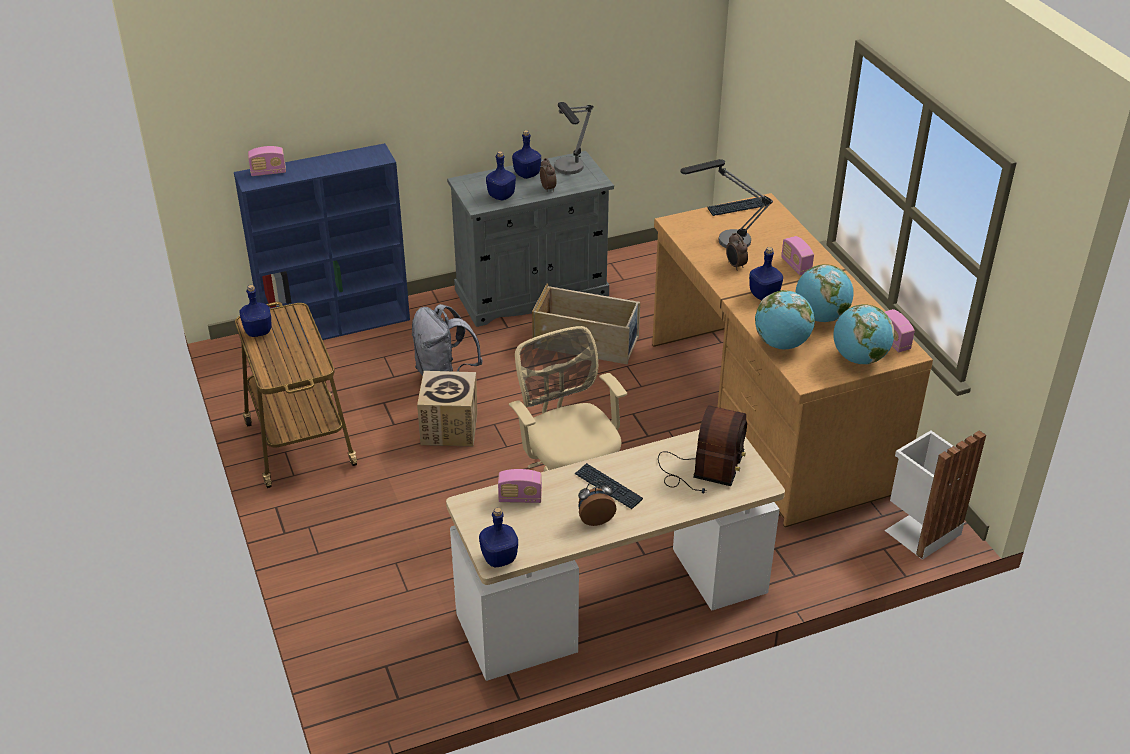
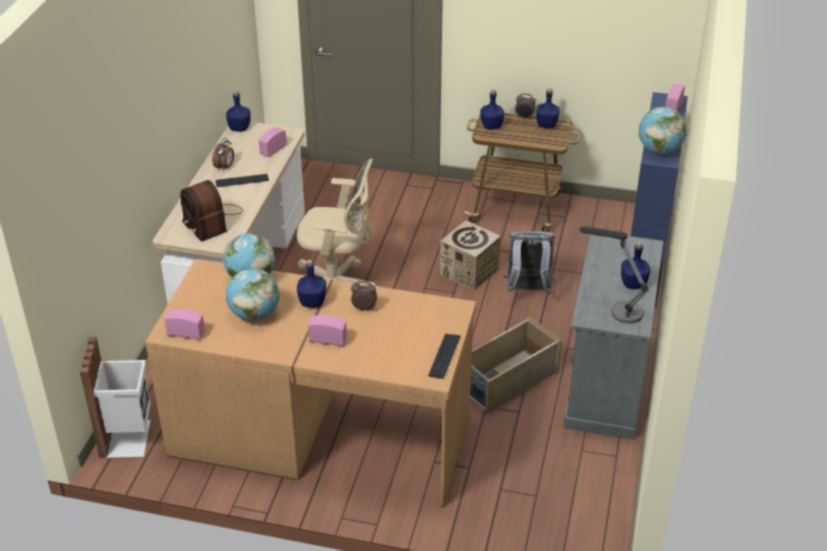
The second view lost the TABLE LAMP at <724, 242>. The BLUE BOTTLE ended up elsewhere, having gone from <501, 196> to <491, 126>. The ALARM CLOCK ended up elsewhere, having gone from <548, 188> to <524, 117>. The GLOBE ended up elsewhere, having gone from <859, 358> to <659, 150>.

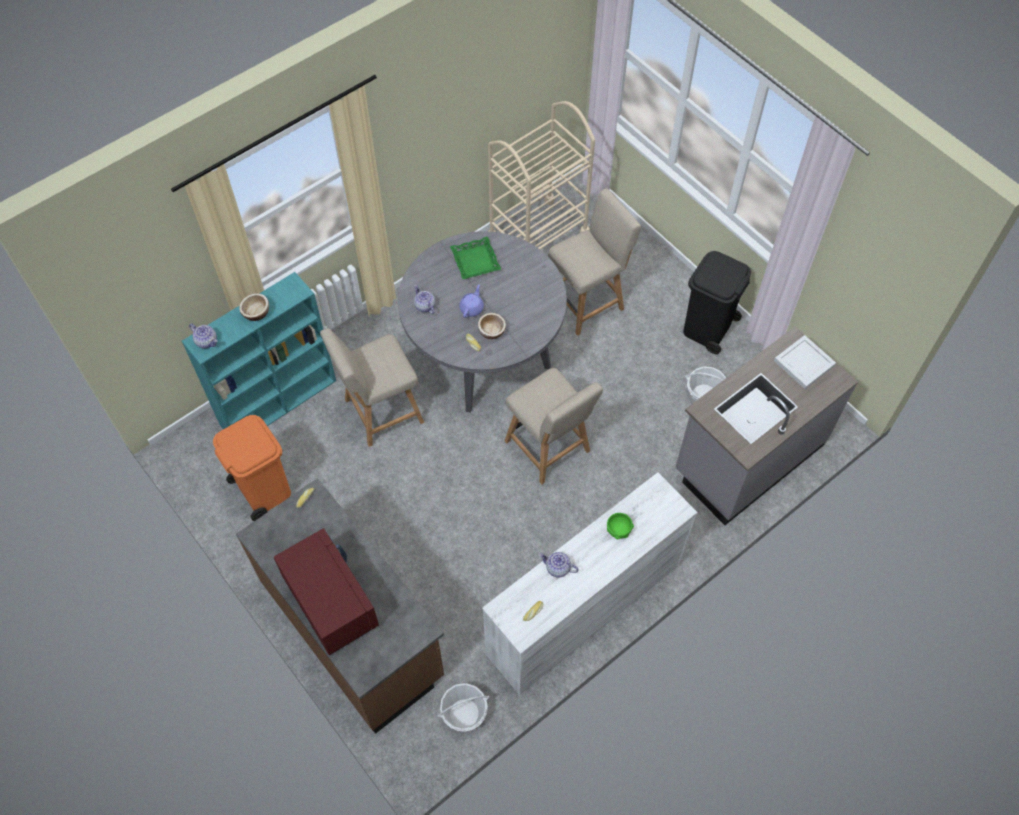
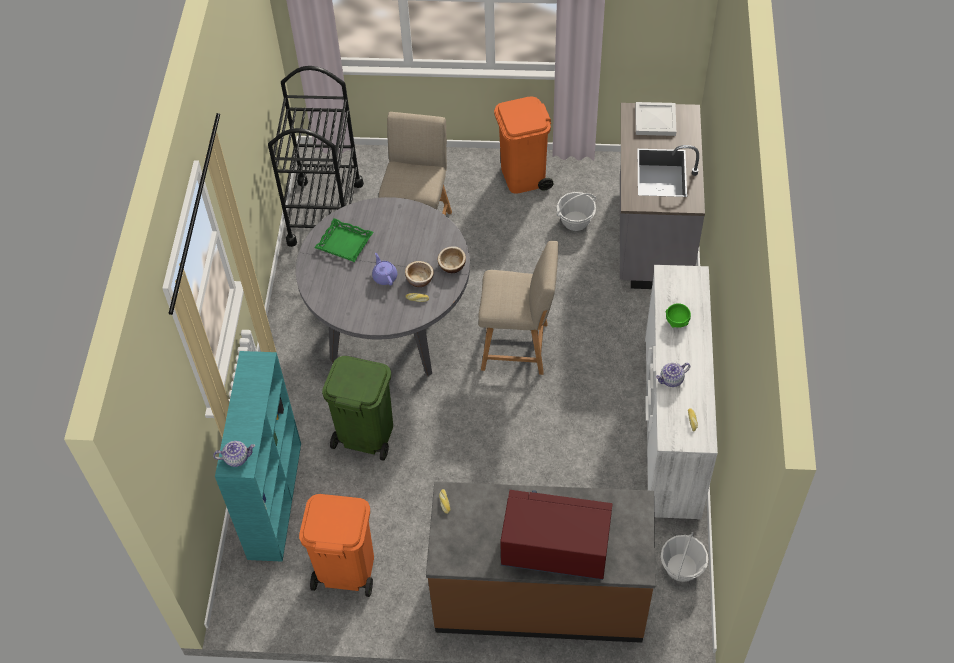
The second view lost the TEAPOT at <424, 306>. The BOWL ended up elsewhere, having gone from <256, 312> to <452, 265>. Where the BEIGE CHAIR stood at <380, 412>, the GREEN TRASH CAN came to stand at <365, 434>. What was the BEIGE CART at <538, 236> turned into the BLACK CART at <325, 213>. What was the BLACK TRASH CAN at <707, 328> turned into the ORANGE TRASH CAN at <523, 176>.

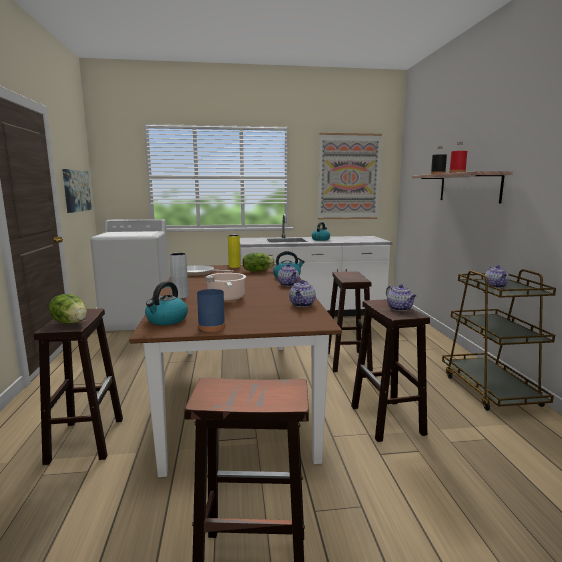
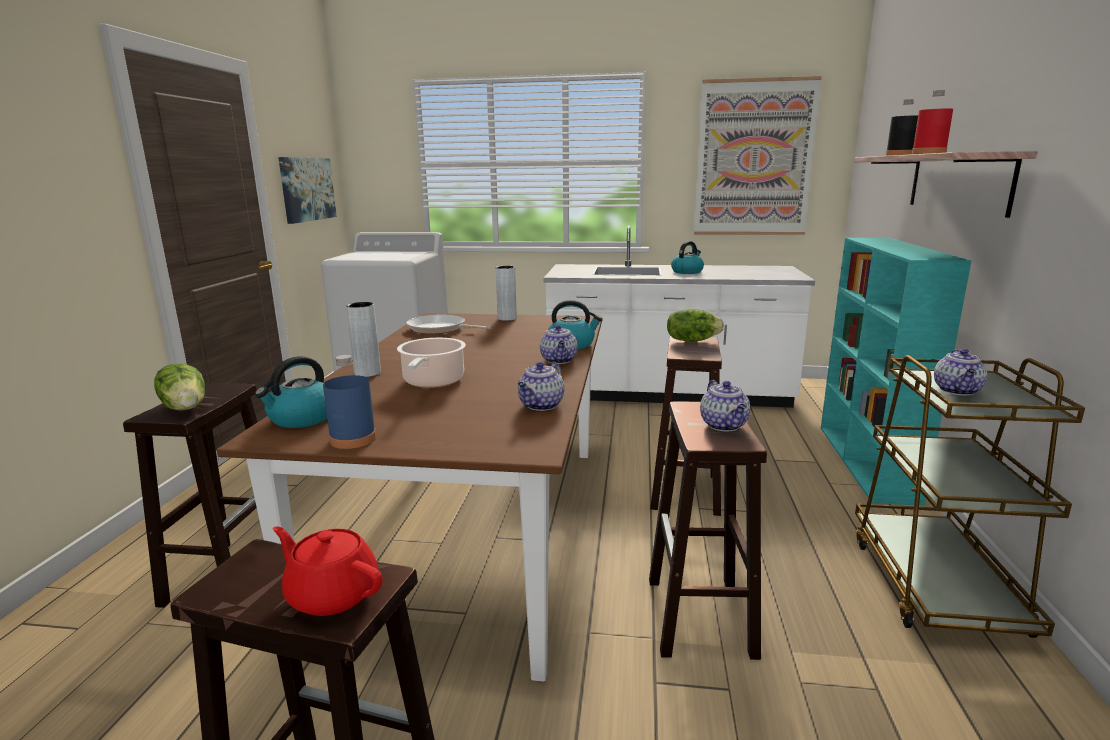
The second view gained the RED TEAPOT at <332, 594>. The second view gained the TURQUOISE BOOKCASE at <866, 463>. The LETTUCE ended up elsewhere, having gone from <257, 271> to <692, 340>. What was the YELLOW VASE at <234, 266> turned into the GREY VASE at <507, 318>.

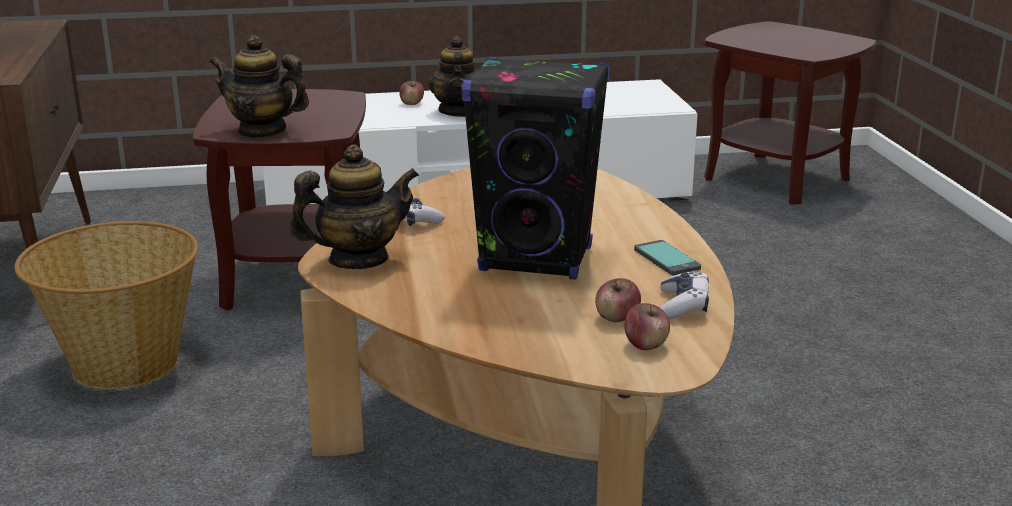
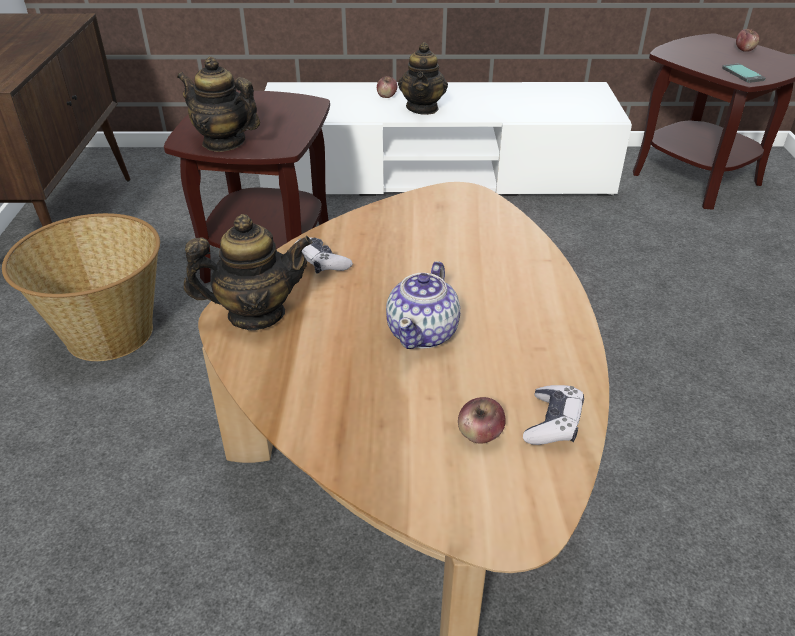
The APPLE ended up elsewhere, having gone from <646, 345> to <744, 50>. The PHONE ended up elsewhere, having gone from <667, 259> to <743, 74>. Where the BLACK SPEAKER stood at <537, 260>, the TEAPOT came to stand at <423, 332>.

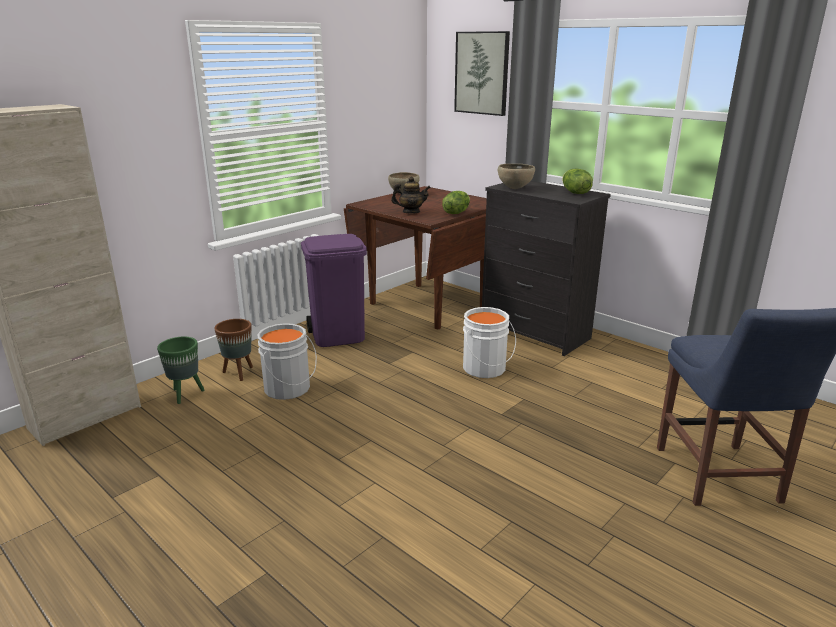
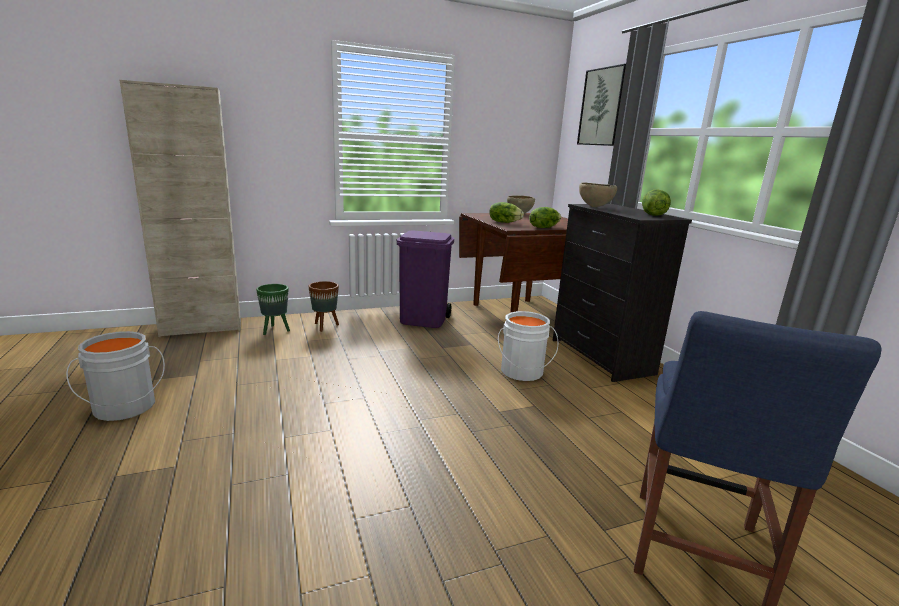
The GREY BUCKET ended up elsewhere, having gone from <289, 389> to <125, 408>. Where the TEAPOT stood at <411, 212>, the LETTUCE came to stand at <504, 222>.

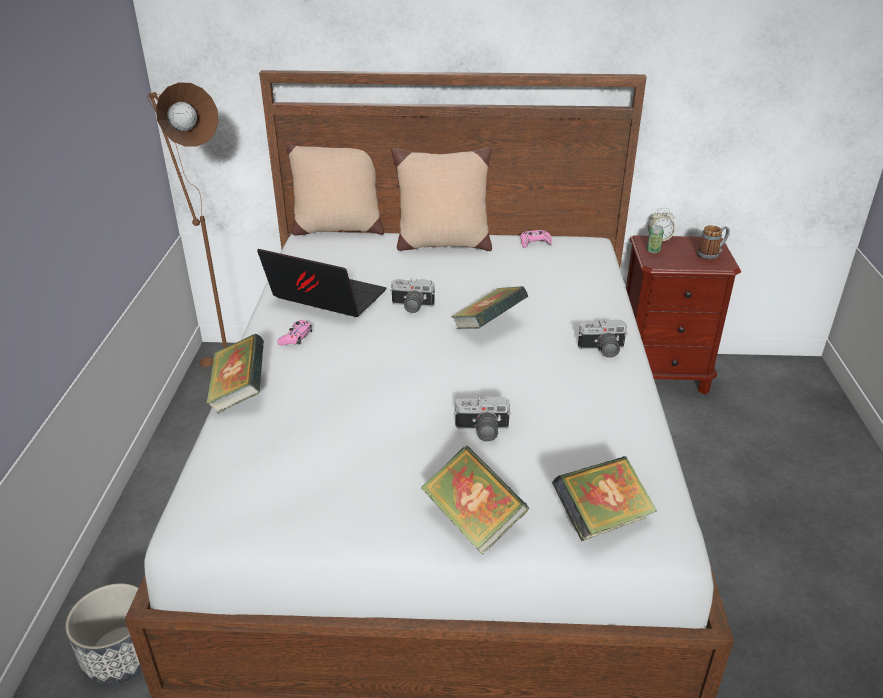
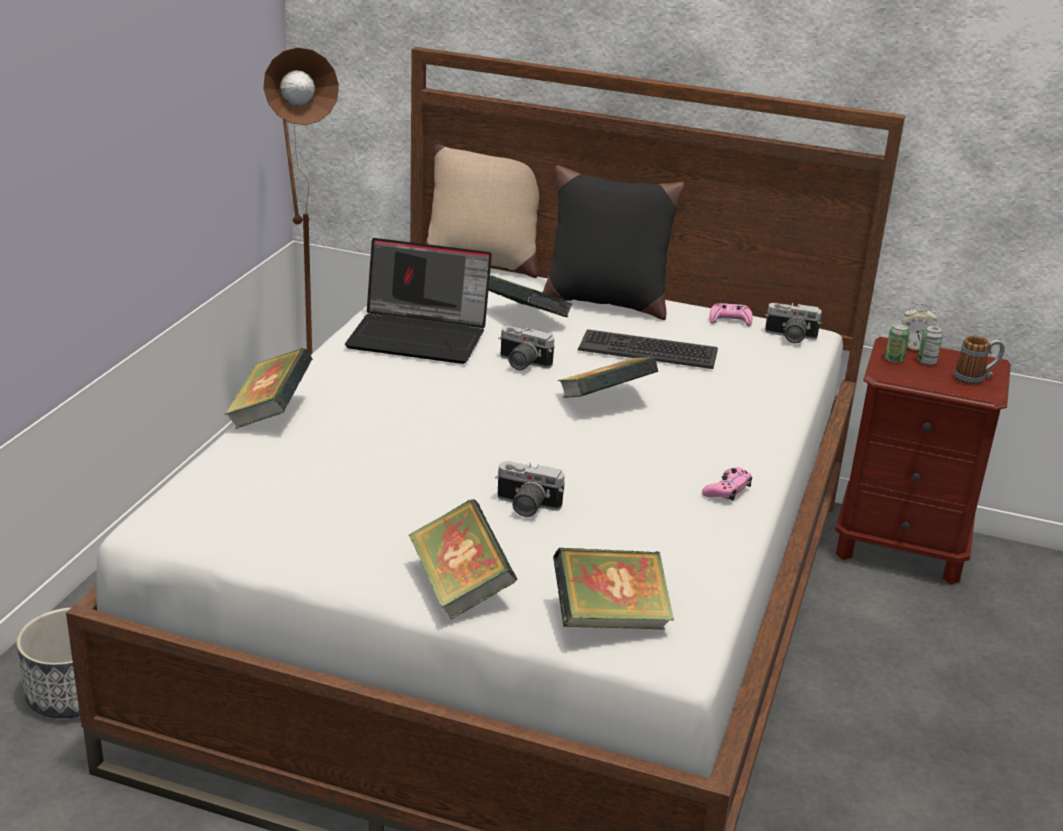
The second view gained the BOOK at <527, 319>. The second view gained the KEYBOARD at <648, 350>. The second view gained the CAN at <926, 362>. The PINK GAME CONTROLLER ended up elsewhere, having gone from <296, 337> to <727, 490>. The PHOTO CAMERA ended up elsewhere, having gone from <602, 350> to <790, 338>. What was the BEIGE PILLOW at <442, 244> turned into the BLACK PILLOW at <605, 301>. The LAPTOP at <324, 299> ended up facing another way, 150 degrees clockwise from before.

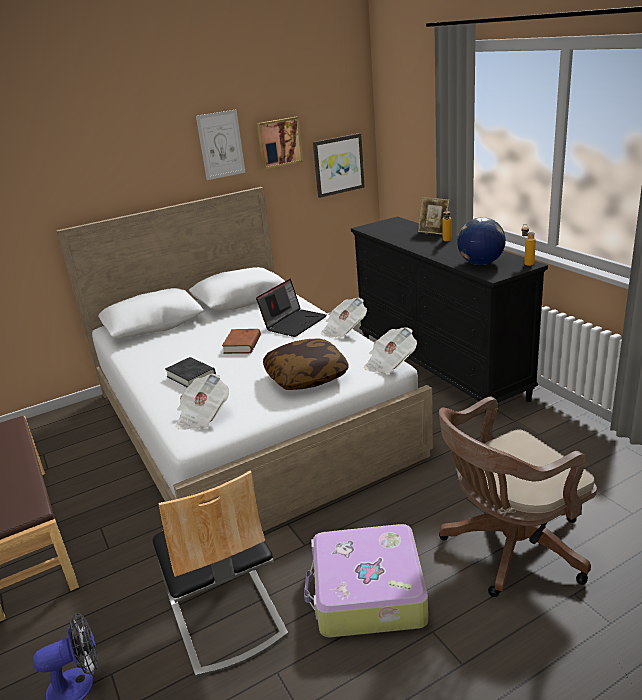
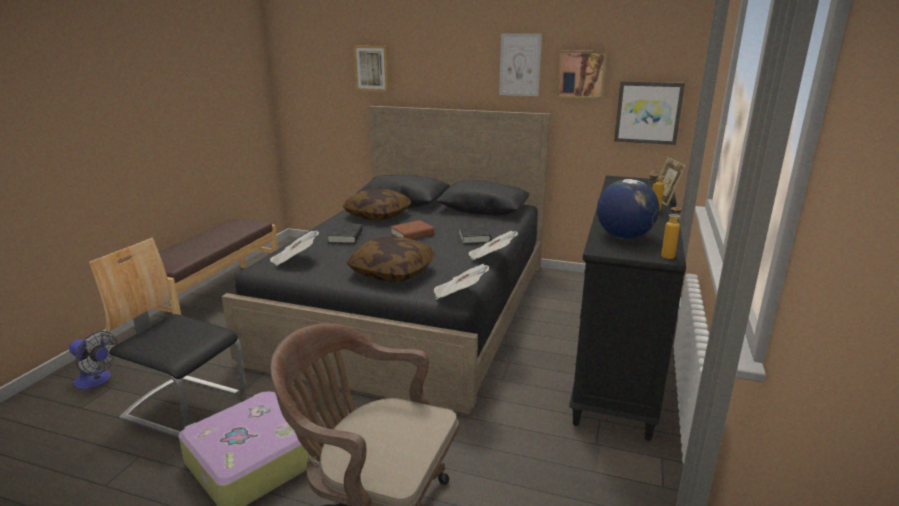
The second view gained the PILLOW at <378, 215>. The second view gained the PICTURE at <372, 68>. Where the LAPTOP stood at <294, 322>, the BLACK BOOK came to stand at <474, 237>. What was the WHITE BED at <249, 421> turned into the BLACK BED at <413, 308>. The CHAIR at <225, 617> ended up facing another way, 90 degrees clockwise from before.

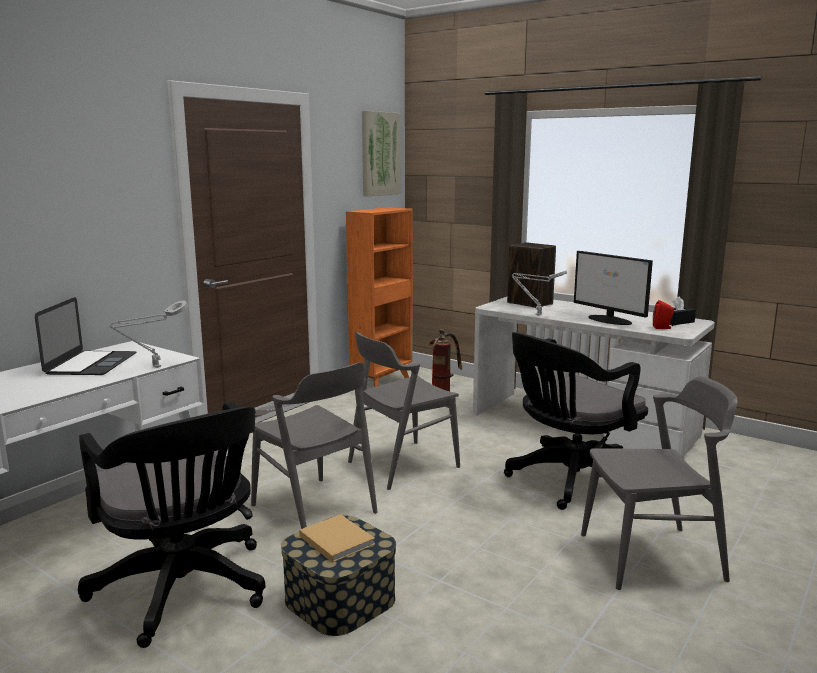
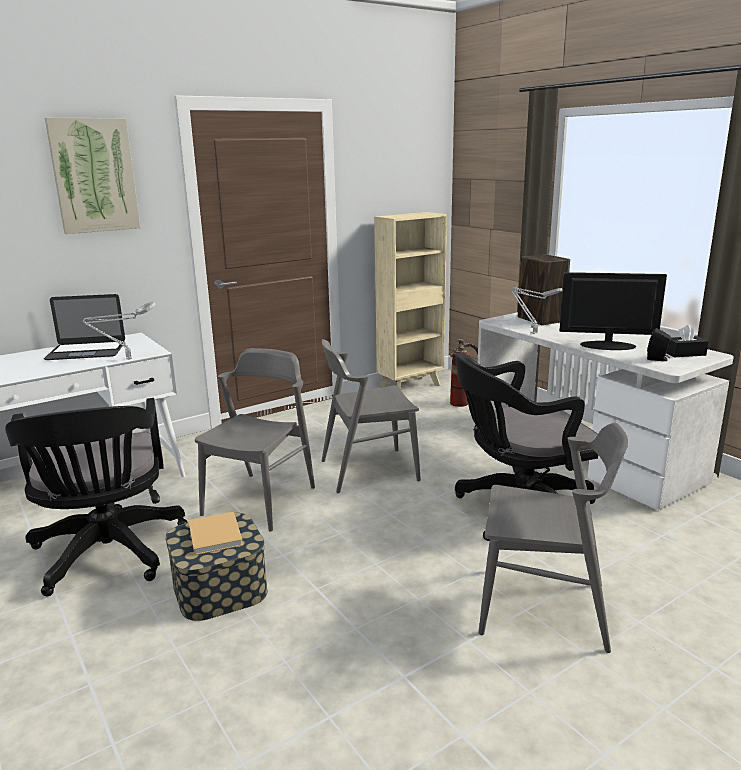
The PICTURE ended up elsewhere, having gone from <380, 154> to <94, 175>. What was the ORANGE BOOKCASE at <382, 382> turned into the BEIGE BOOKCASE at <411, 386>. What was the RED SPEAKER at <663, 327> turned into the BLACK SPEAKER at <658, 359>. The LAPTOP at <91, 363> ended up facing another way, 60 degrees clockwise from before. The GREY CHAIR at <314, 509> ended up facing another way, 135 degrees counterclockwise from before. The MONITOR at <610, 320> ended up facing another way, 120 degrees clockwise from before.

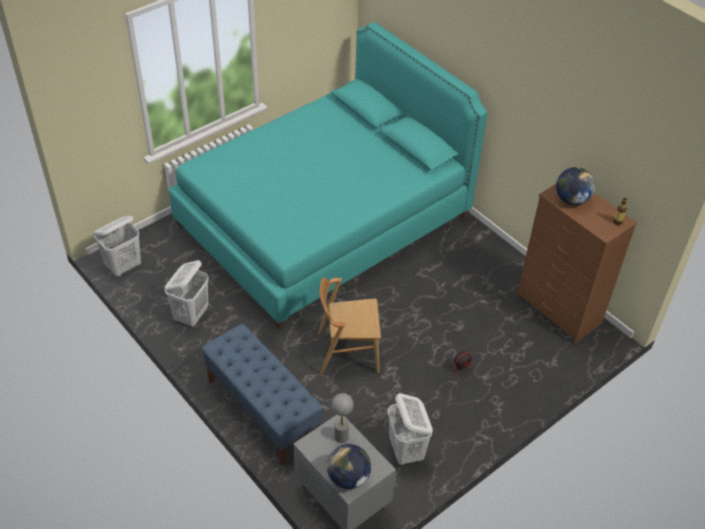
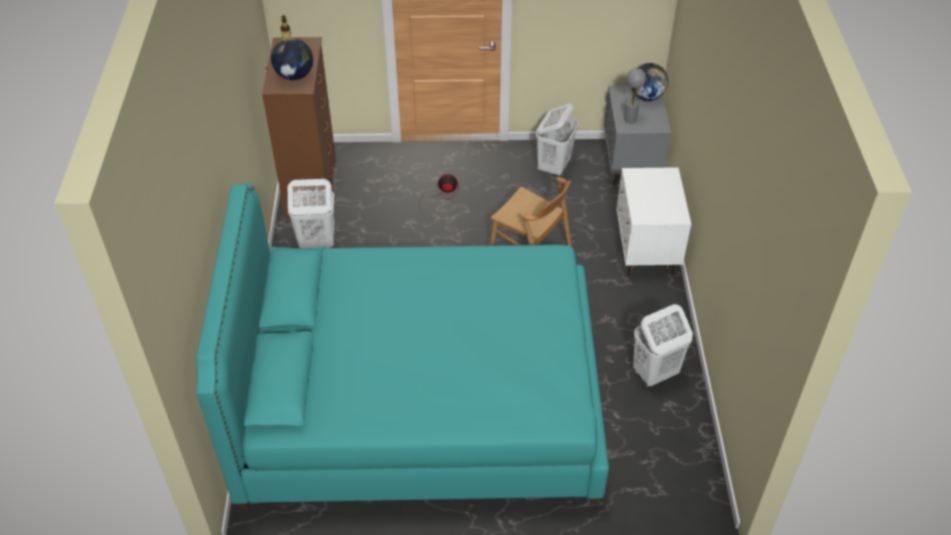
The WHITE LAUNDRY BASKET ended up elsewhere, having gone from <124, 266> to <316, 242>. Where the BLUE BENCH stood at <262, 409>, the WHITE NIGHTSTAND came to stand at <646, 252>.

